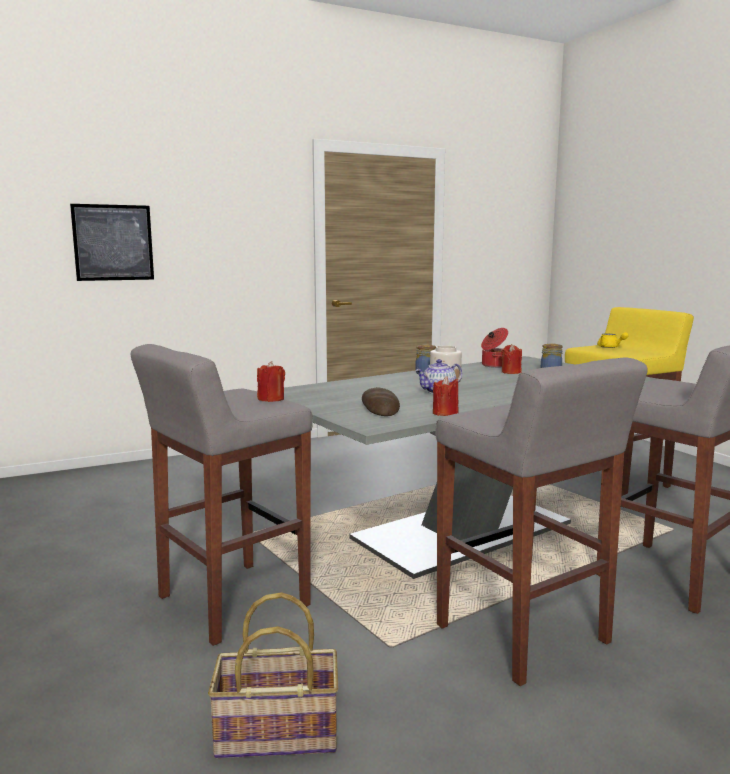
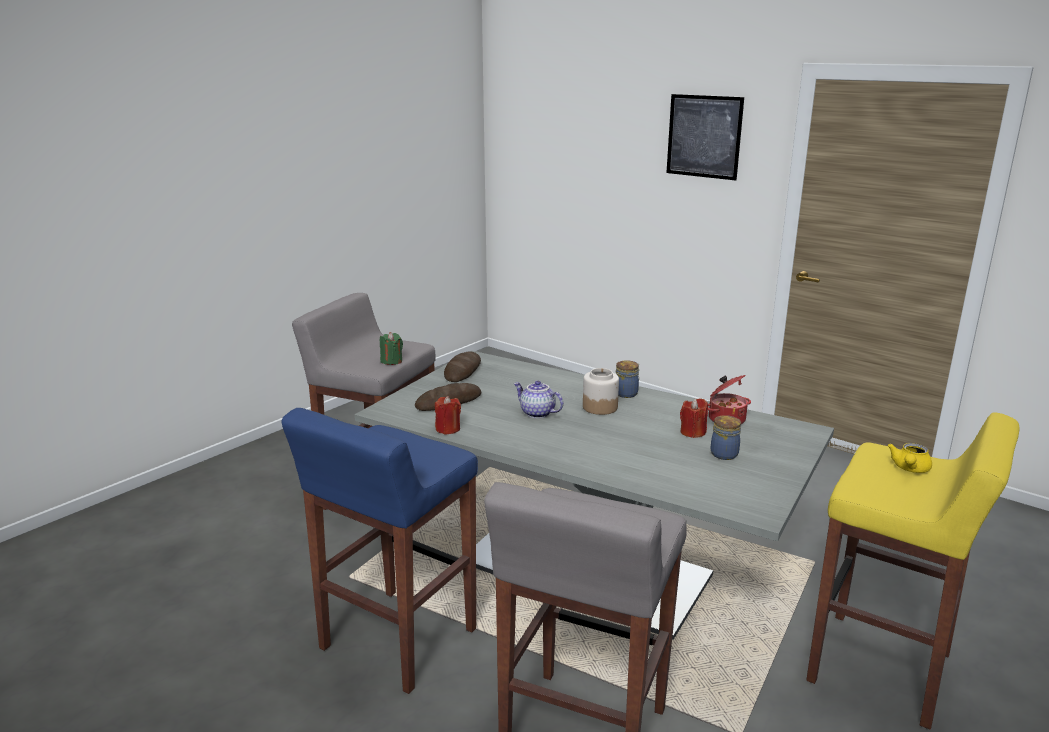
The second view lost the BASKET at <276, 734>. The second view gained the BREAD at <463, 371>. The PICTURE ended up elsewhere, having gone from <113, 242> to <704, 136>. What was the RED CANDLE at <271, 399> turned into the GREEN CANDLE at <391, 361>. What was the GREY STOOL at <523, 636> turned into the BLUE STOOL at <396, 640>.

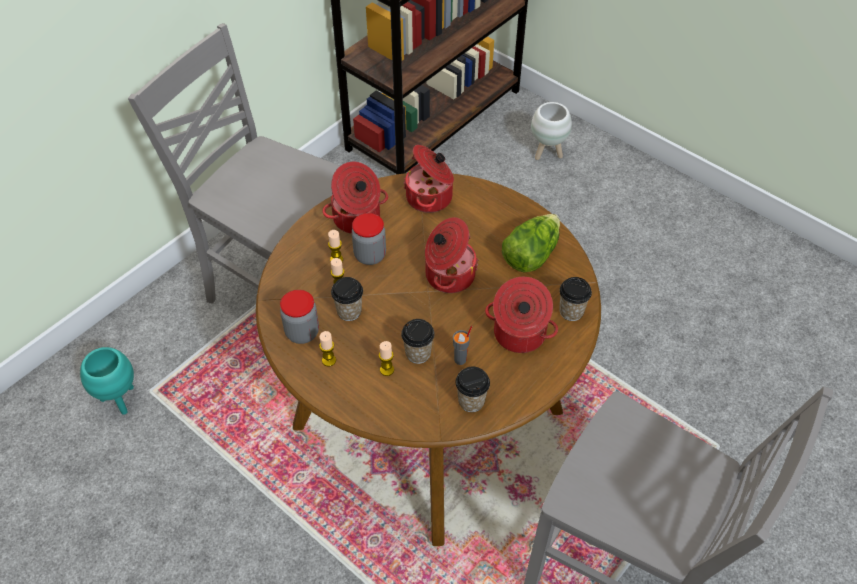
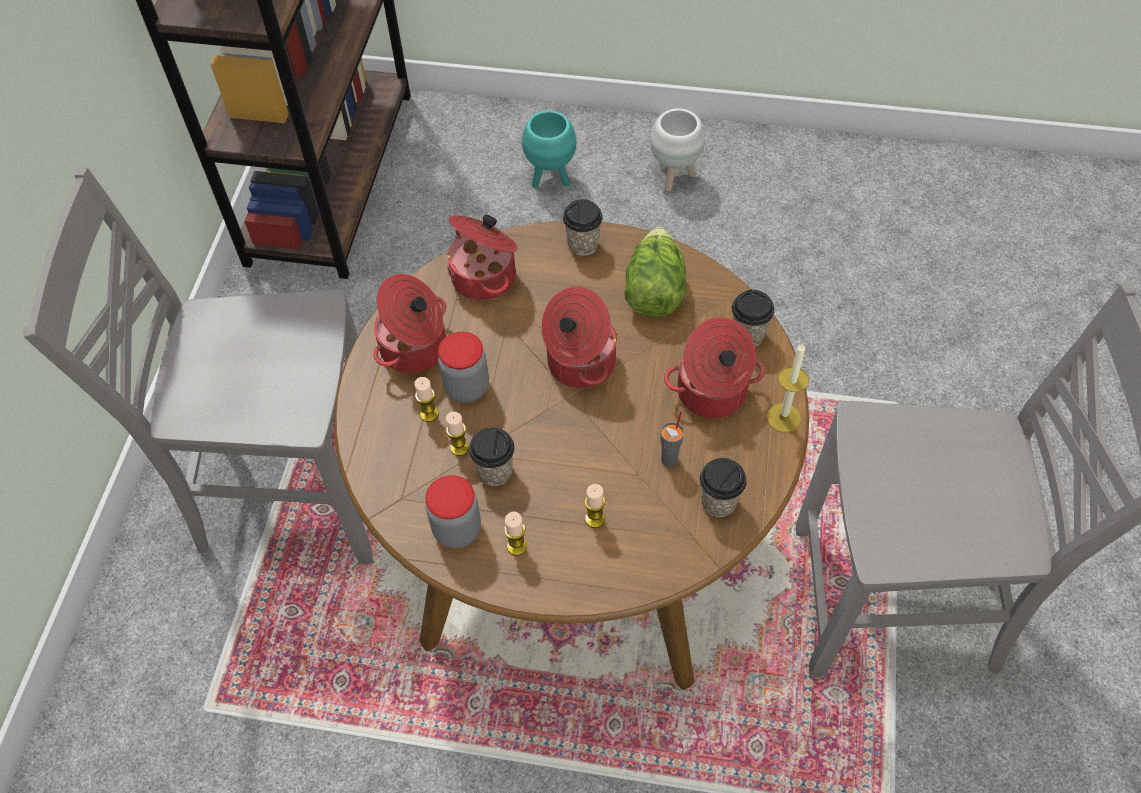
The second view gained the CANDLE at <783, 418>. The TURQUOISE PLANTER ended up elsewhere, having gone from <120, 400> to <551, 178>. The CUP ended up elsewhere, having gone from <418, 353> to <583, 244>. The WHITE PLANTER ended up elsewhere, having gone from <547, 153> to <674, 177>.

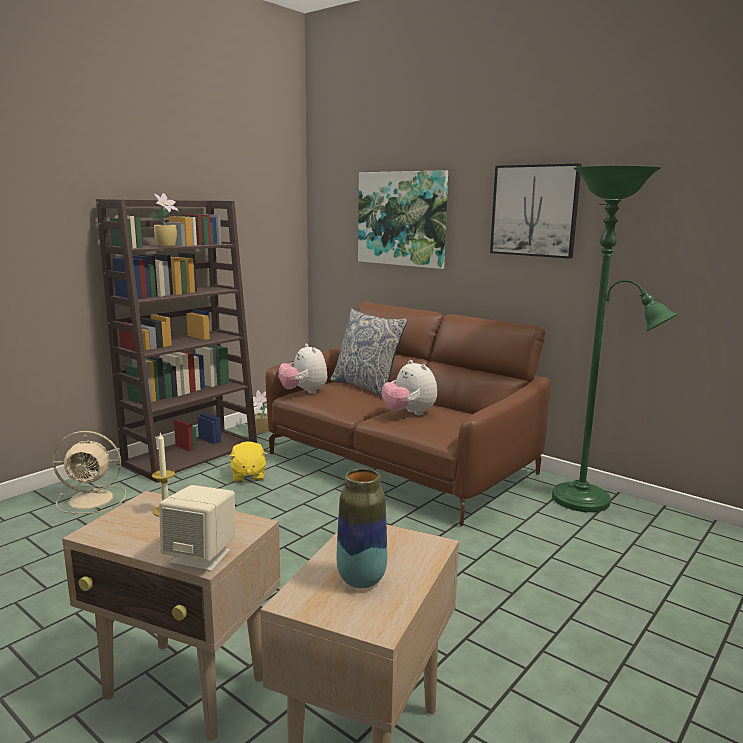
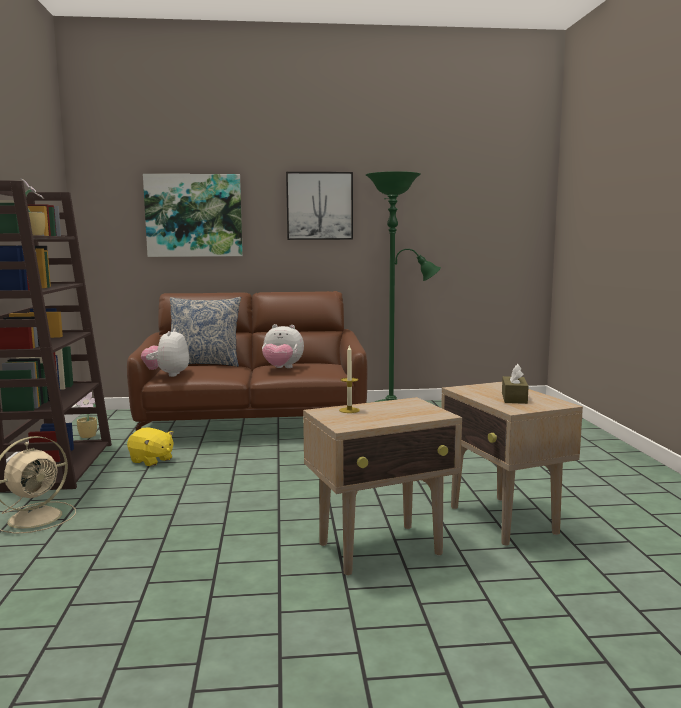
The second view lost the BEIGE SPEAKER at <201, 557>. Where the VASE stood at <361, 579>, the BROWN TISSUE BOX came to stand at <514, 398>. The PLUSH TOY at <304, 392> ended up facing another way, 75 degrees clockwise from before.

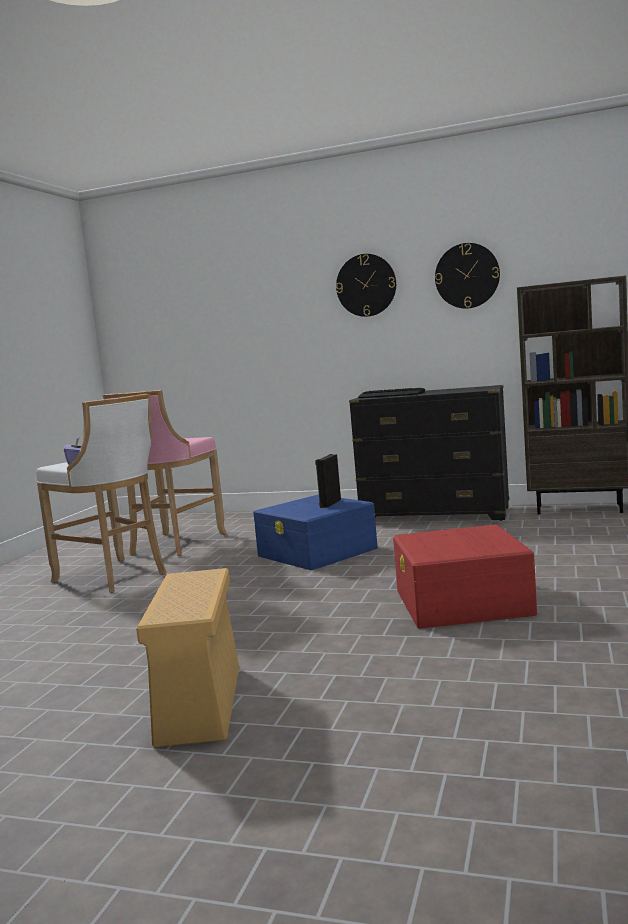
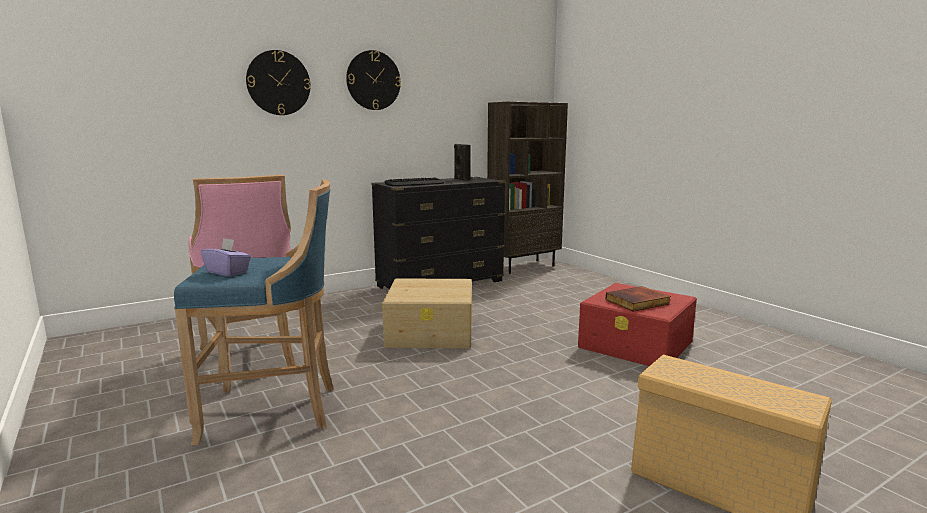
The second view gained the BOOK at <638, 302>. The BLACK SPEAKER ended up elsewhere, having gone from <329, 504> to <461, 179>. The WALL CLOCK ended up elsewhere, having gone from <467, 276> to <278, 83>. What was the WHITE STOOL at <114, 577> turned into the BLUE STOOL at <275, 411>. What was the BLUE STORAGE BOX at <317, 552> turned into the BEIGE STORAGE BOX at <431, 332>.

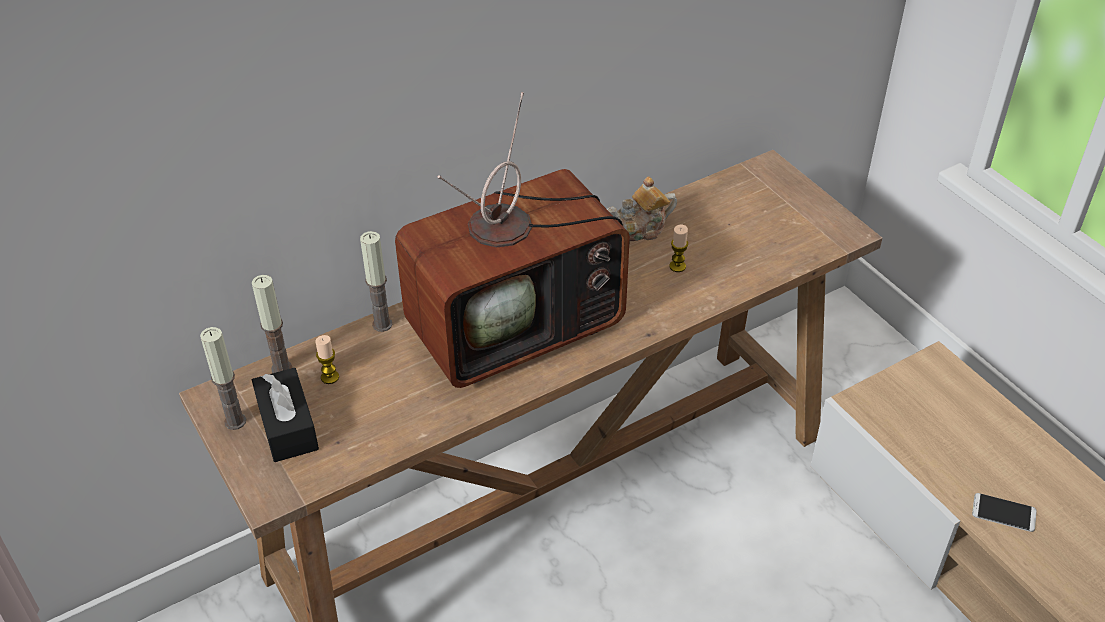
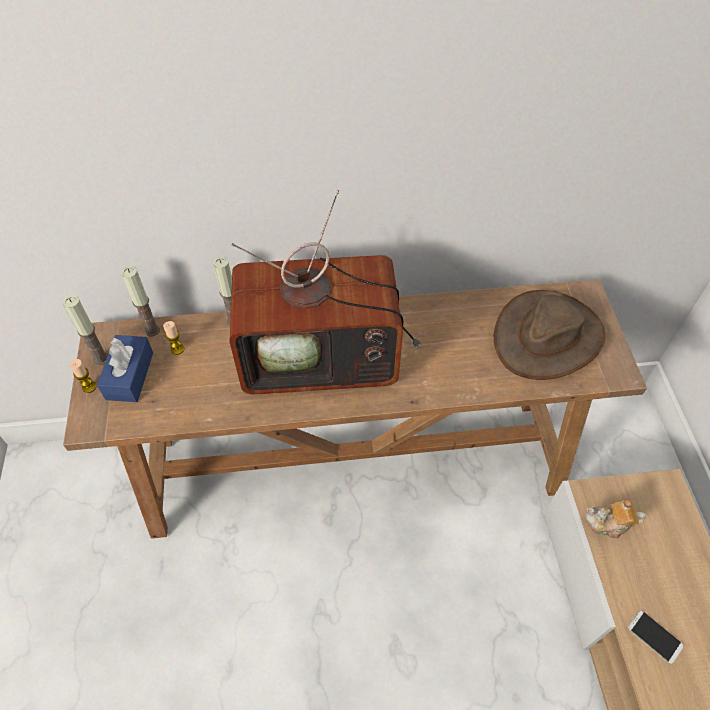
The second view gained the BROWN HAT at <547, 336>. The TEAPOT ended up elsewhere, having gone from <641, 229> to <608, 524>. The CANDLE ended up elsewhere, having gone from <677, 266> to <89, 387>. What was the BLACK TISSUE BOX at <287, 426> turned into the BLUE TISSUE BOX at <130, 375>.

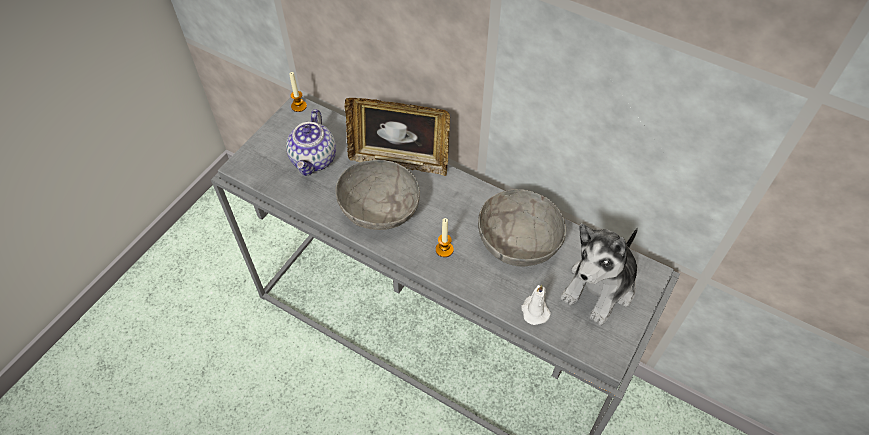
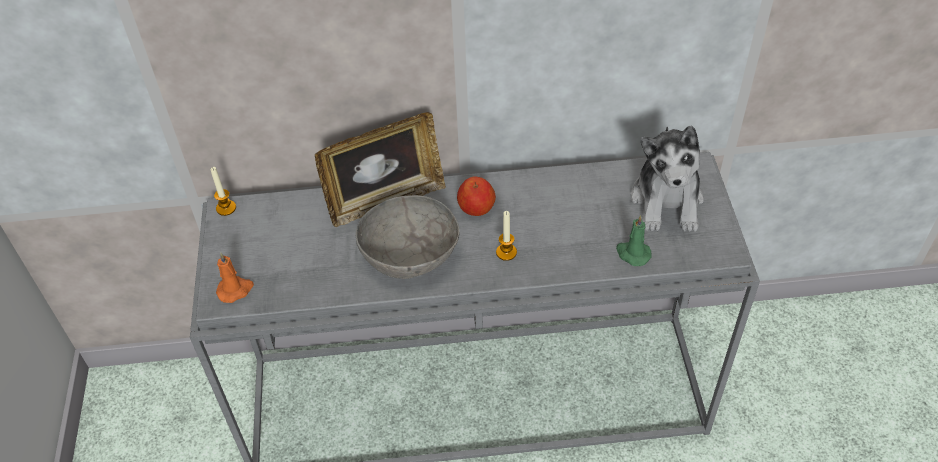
The second view lost the TEAPOT at <314, 159>. The second view lost the GREY BOWL at <518, 242>. The second view gained the ORANGE CANDLE at <235, 290>. The second view gained the APPLE at <476, 207>. What was the WHITE CANDLE at <534, 310> turned into the GREEN CANDLE at <632, 253>.

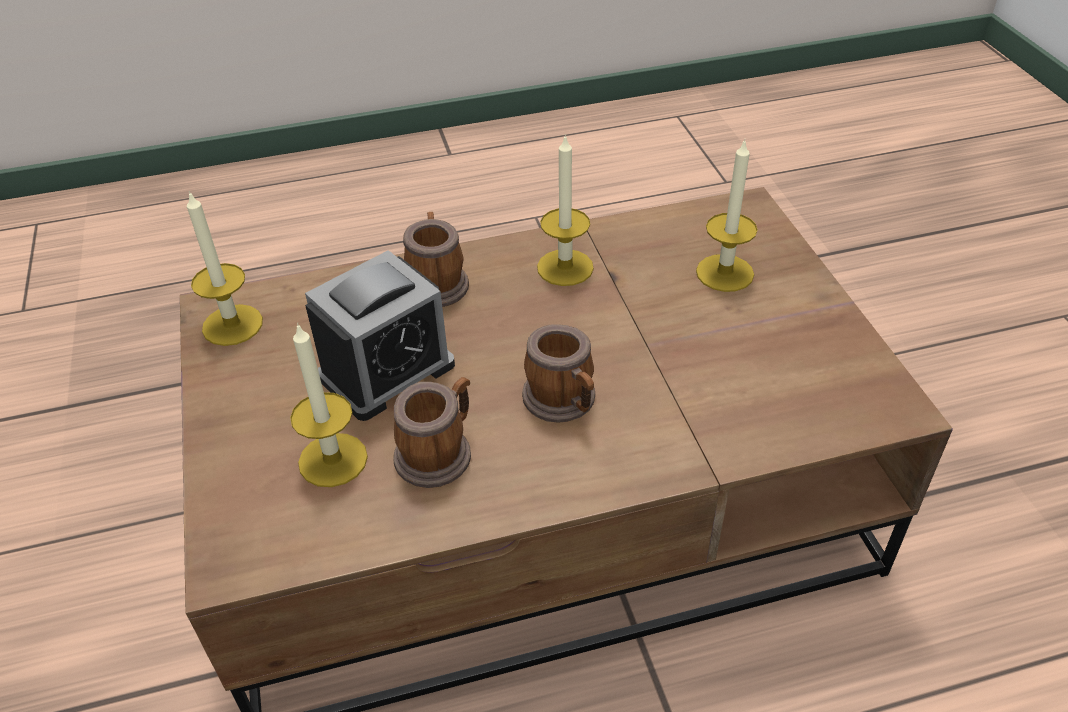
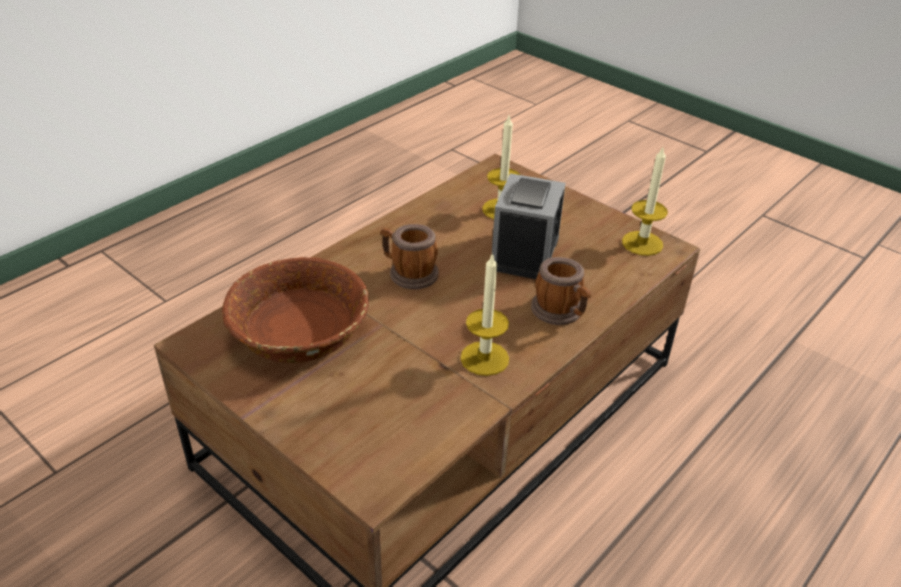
The second view lost the MUG at <439, 452>. The second view lost the CANDLE at <724, 273>. The second view gained the BROWN BOWL at <299, 331>.

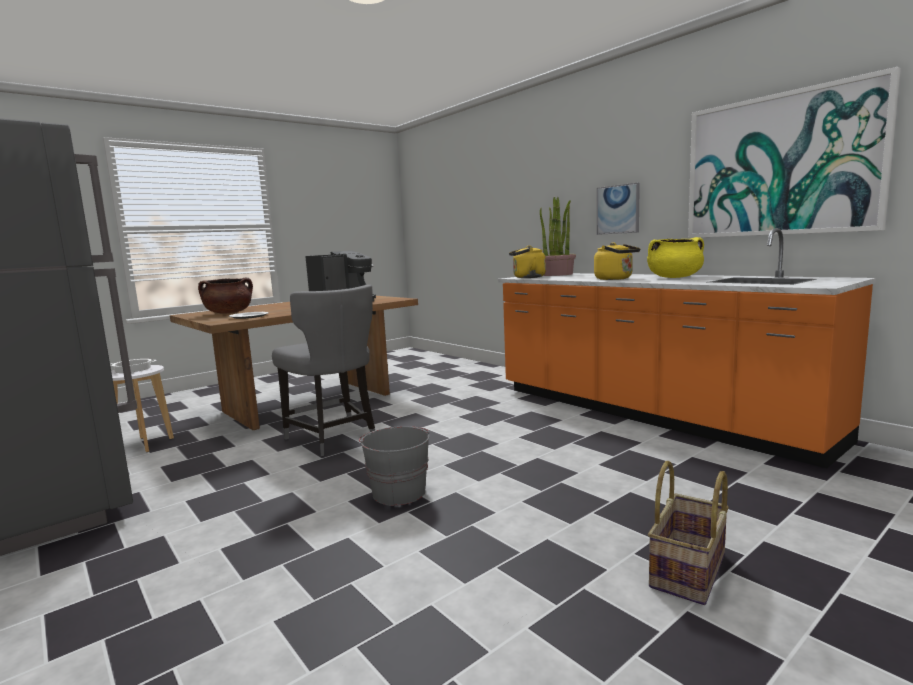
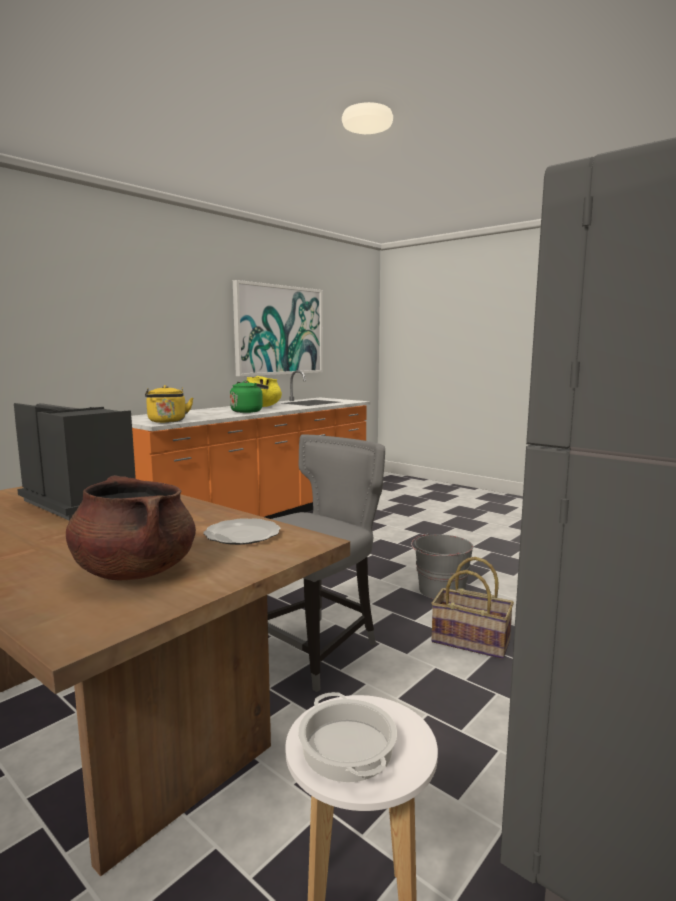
The second view lost the POTTED PLANT at <555, 274>. The second view lost the PICTURE at <618, 209>. The BASKET ended up elsewhere, having gone from <689, 571> to <471, 641>. What was the YELLOW KETTLE at <615, 279> turned into the GREEN KETTLE at <248, 411>.

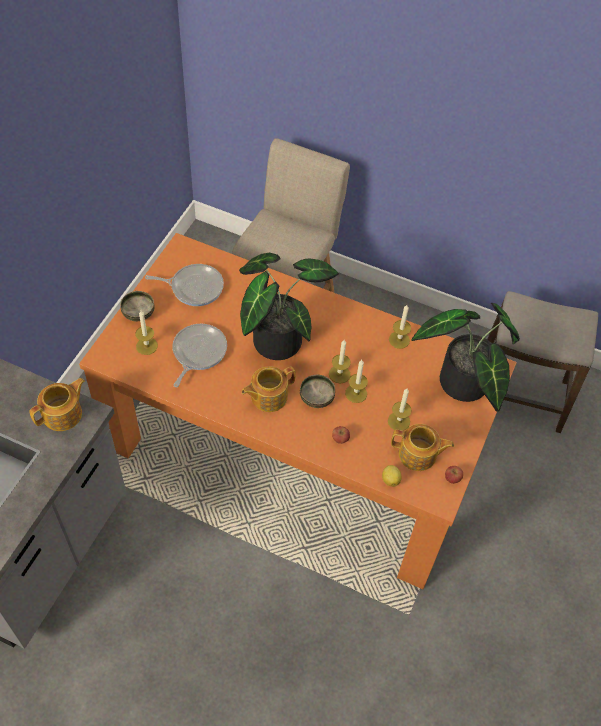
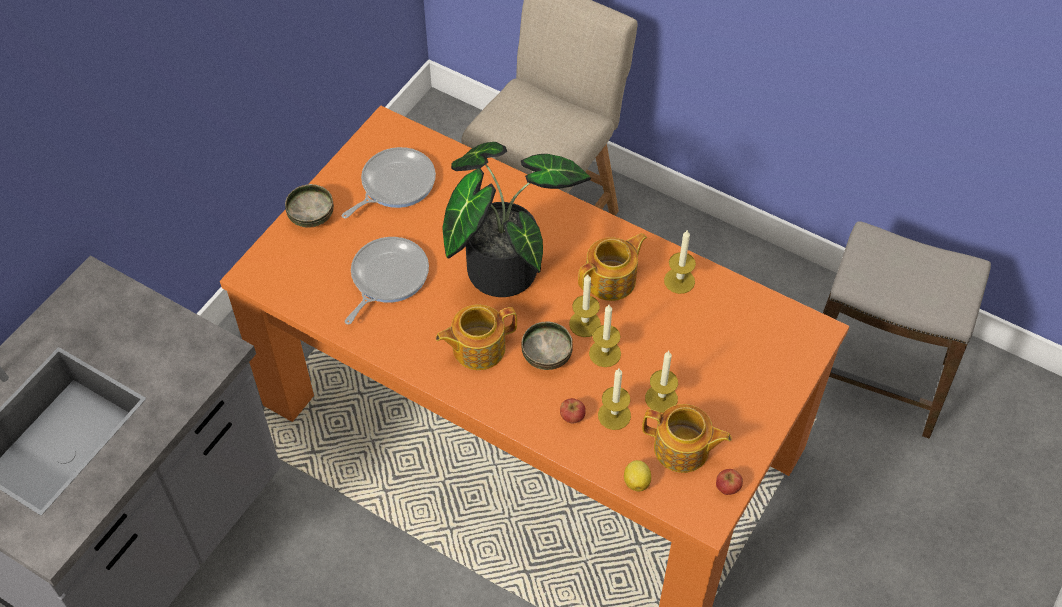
The second view lost the POTTED PLANT at <462, 387>. The TEAPOT ended up elsewhere, having gone from <63, 414> to <612, 280>. The CANDLE ended up elsewhere, having gone from <146, 346> to <614, 415>. The FRYING PAN at <194, 287> ended up facing another way, 60 degrees counterclockwise from before.

